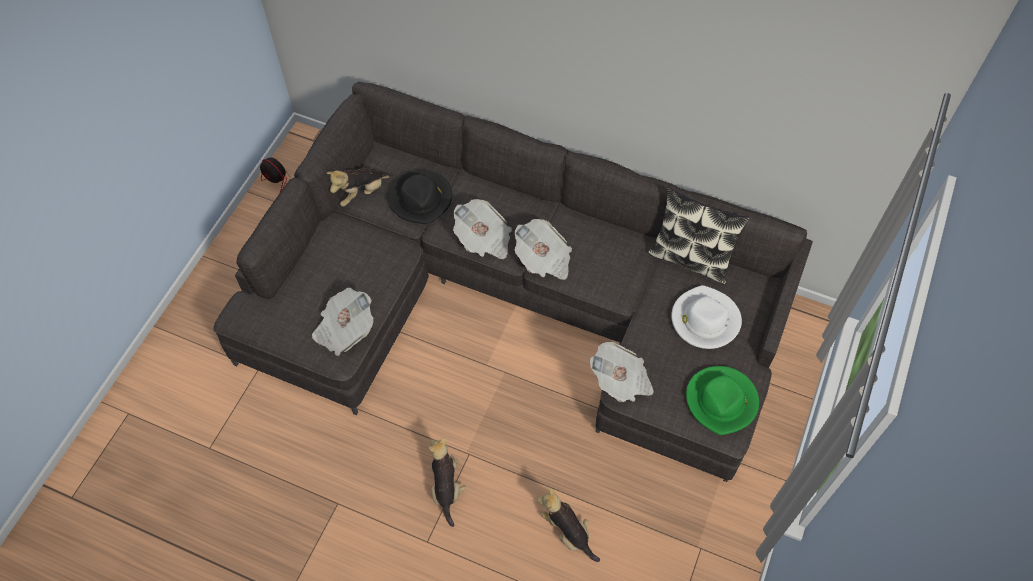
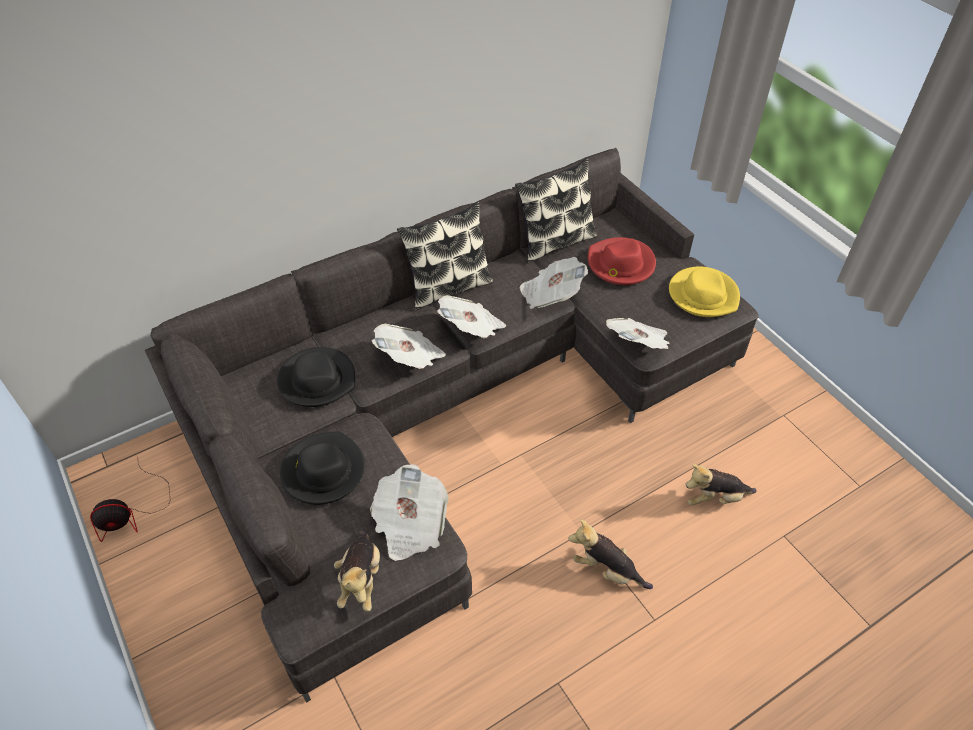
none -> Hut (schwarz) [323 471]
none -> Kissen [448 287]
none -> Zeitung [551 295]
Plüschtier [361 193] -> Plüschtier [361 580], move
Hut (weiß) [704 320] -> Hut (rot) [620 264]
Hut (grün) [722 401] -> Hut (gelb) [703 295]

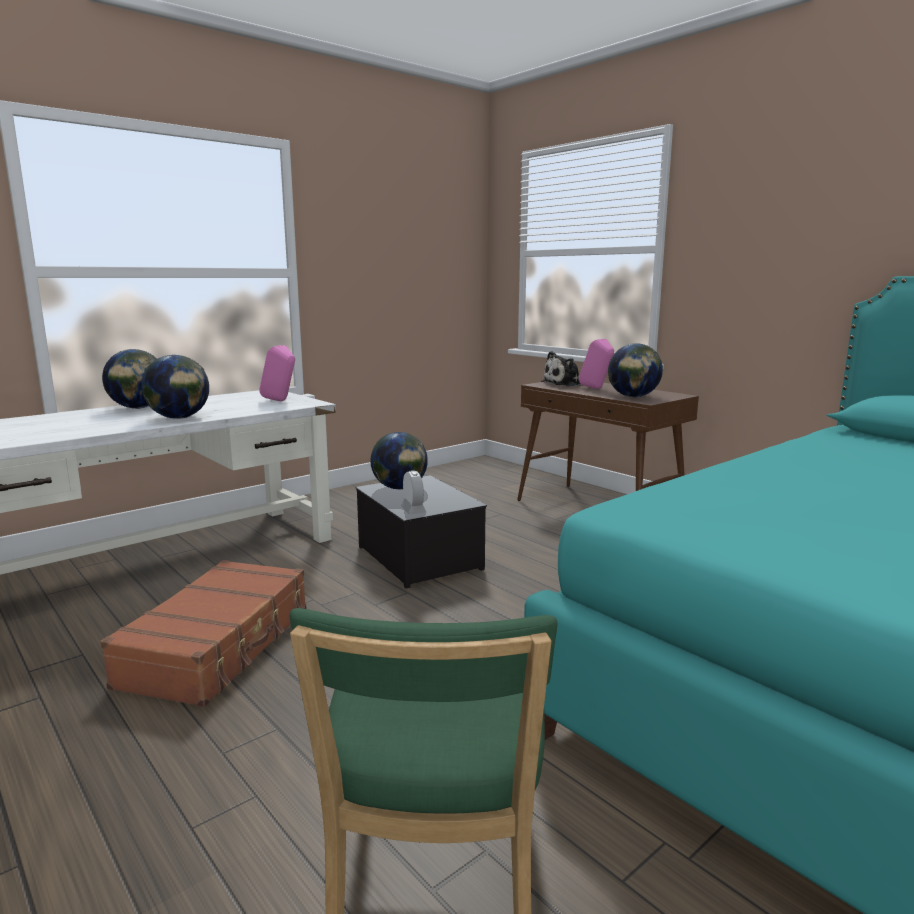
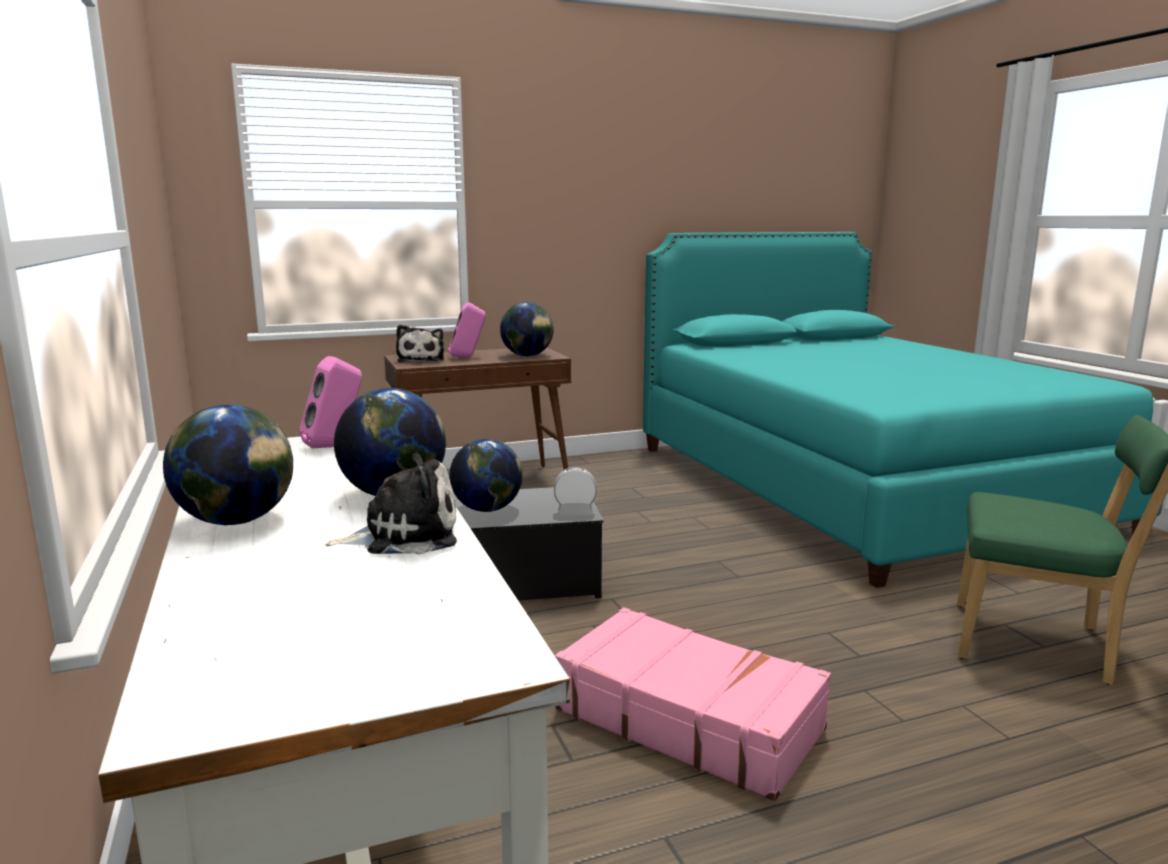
none -> Plüschtier [404 535]
Koffer (braun) [219 646] -> Koffer (rosa) [688 718]

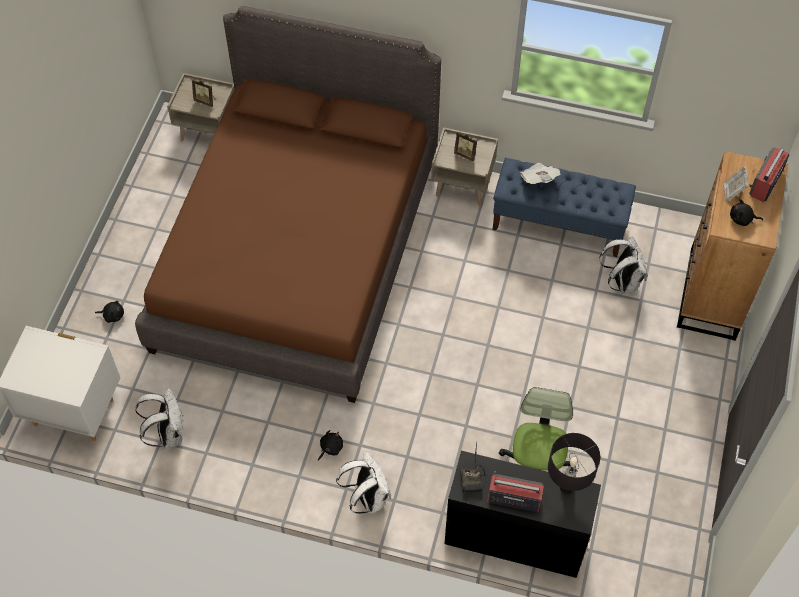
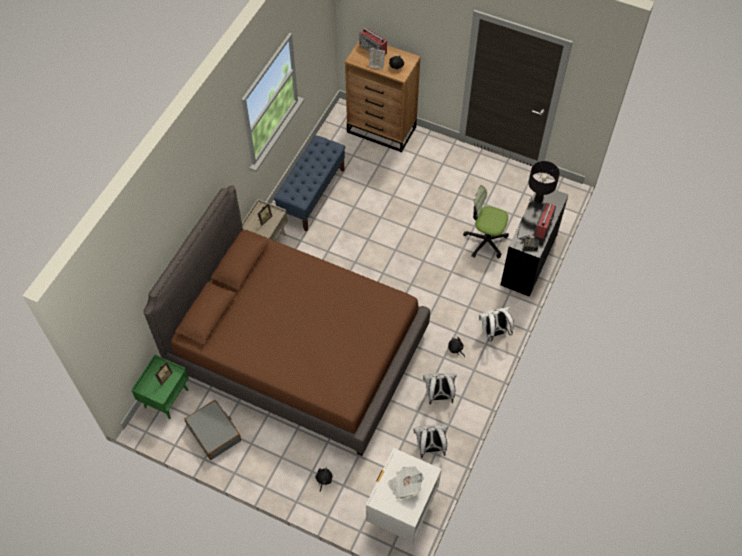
none -> Koffer (grau) [214 433]
Zeitung [539 179] -> Zeitung [405 485], move
Rucksack (weiß) [622 282] -> Rucksack (weiß) [439 396], move
Nachttisch (beige) [209 131] -> Nachttisch (grün) [166 398]

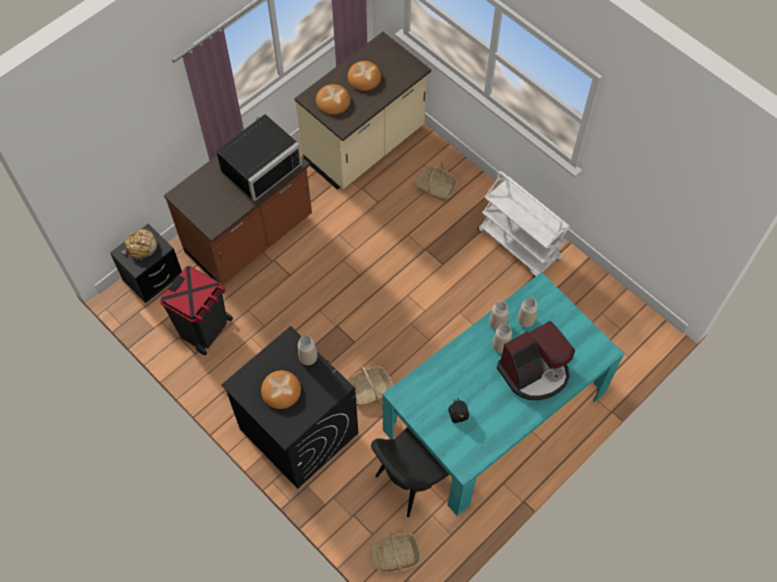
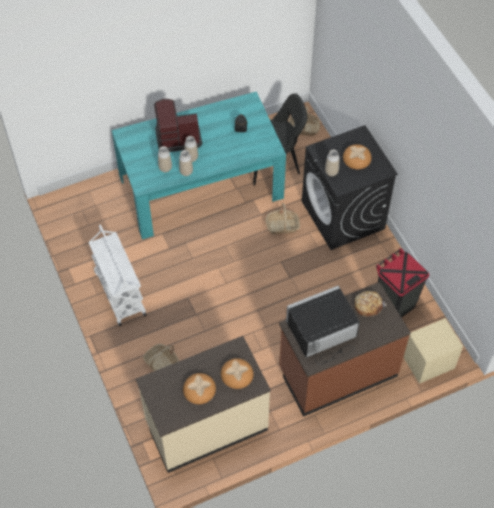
Brot [142 247] -> Brot [368 305], move
Nachttisch (schwarz) [152 277] -> Nachttisch (beige) [428 362]

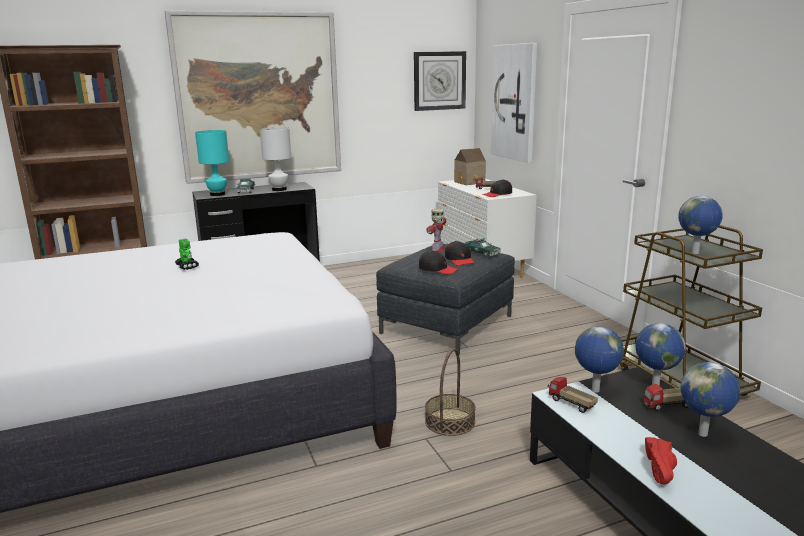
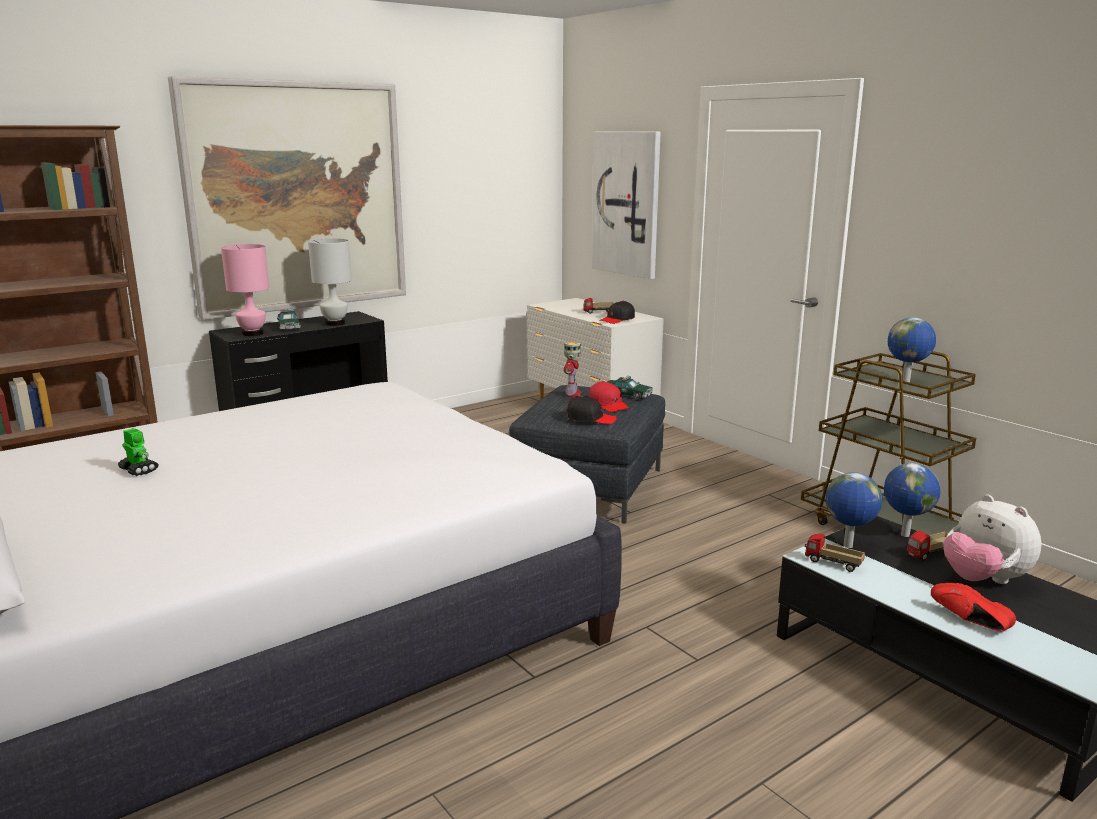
Wanduhr [439 81] -> none
Korb [449 421] -> none
Spielzeughaus [470 182] -> none
Spielzeugroboter [187 266] -> Spielzeugroboter [138 470], move
Globus [704 434] -> Plüschtier [983 580]
Tischlampe (türkis) [217 194] -> Tischlampe (rosa) [252 333]
Kappe (schwarz) [459 260] -> Kappe (rot) [608 405]
Schuh (rot) [663 470] -> Schuh (rot) [969 622], 135 degrees clockwise

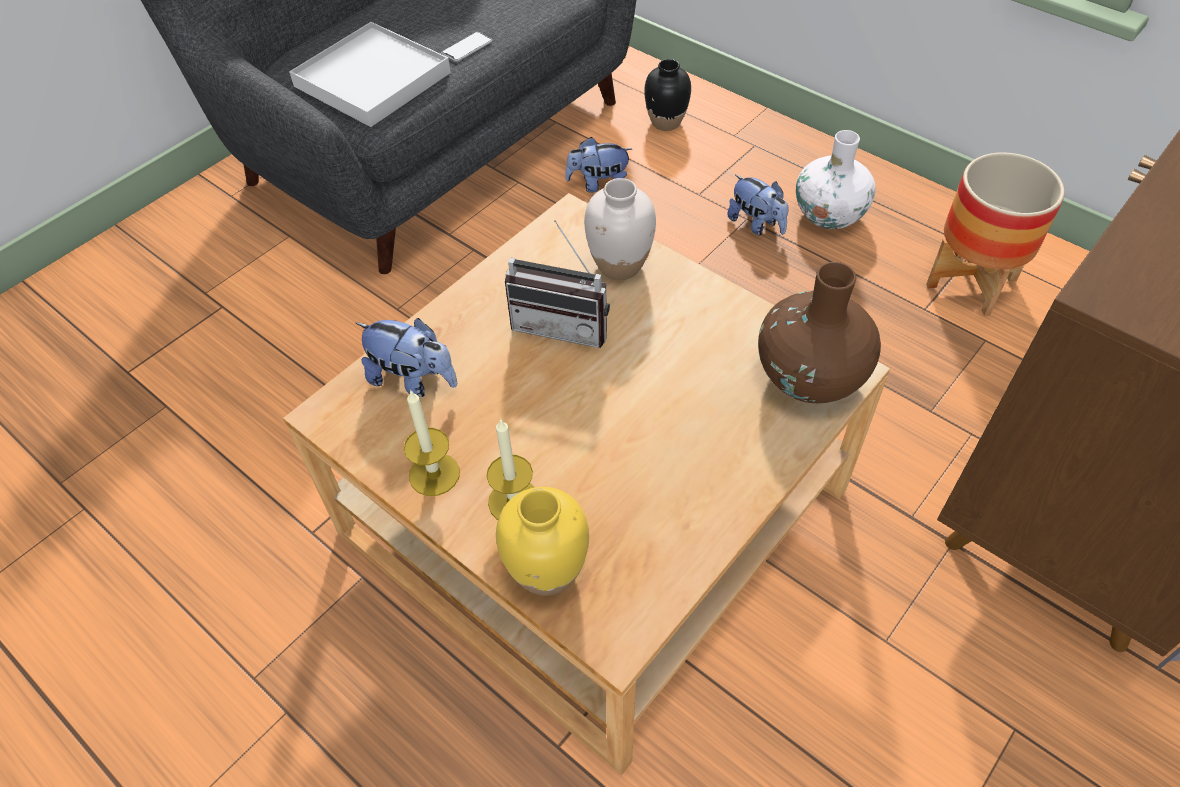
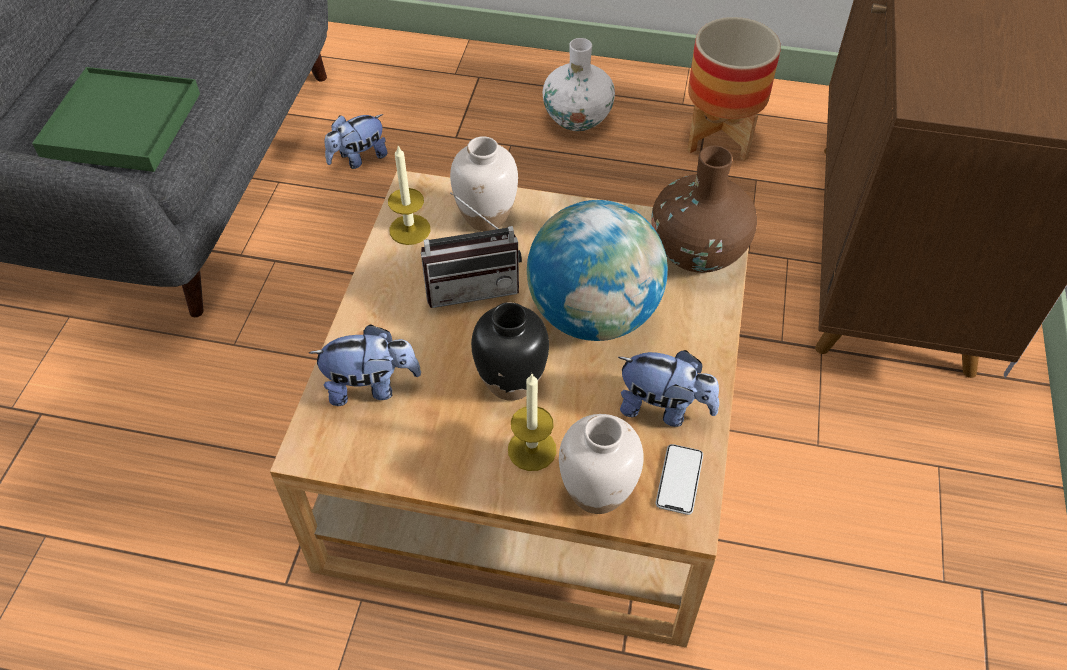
none -> Globus [593 315]
Kerze [434 474] -> Kerze [409 229], move
Handy [467 48] -> Handy [679 480], move
Vase (schwarz) [665 122] -> Vase (schwarz) [511 382], move
Plüschtier [756 224] -> Plüschtier [664 408], move
Tablett (weiß) [372 80] -> Tablett (grün) [121 125]
Vase (gelb) [546 572] -> Vase (weiß) [597 493]

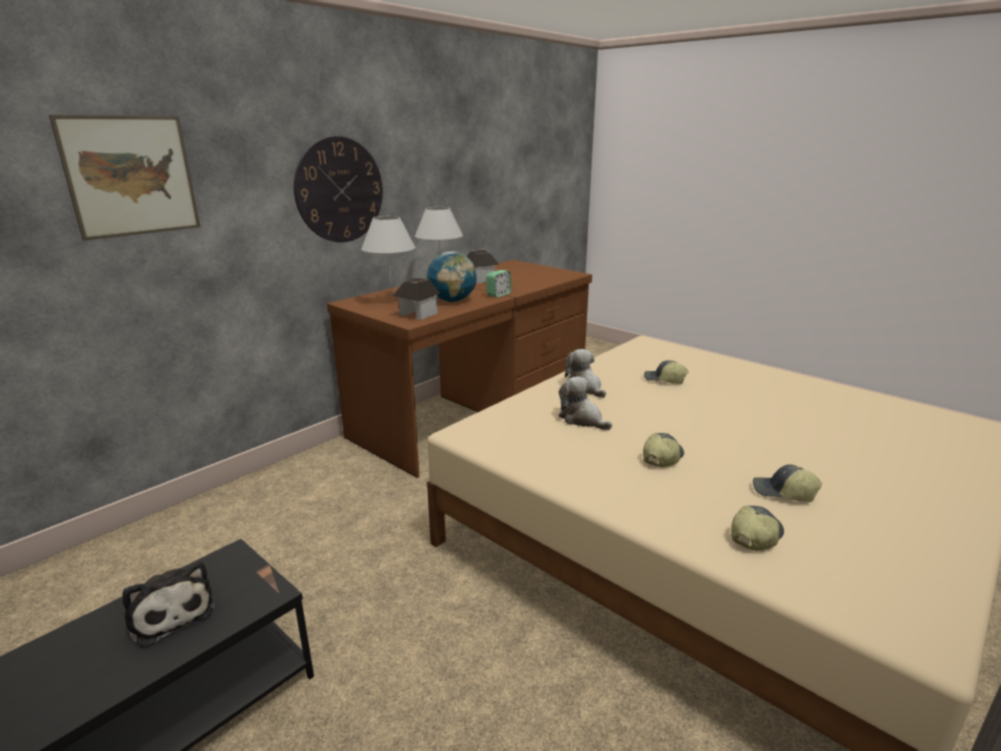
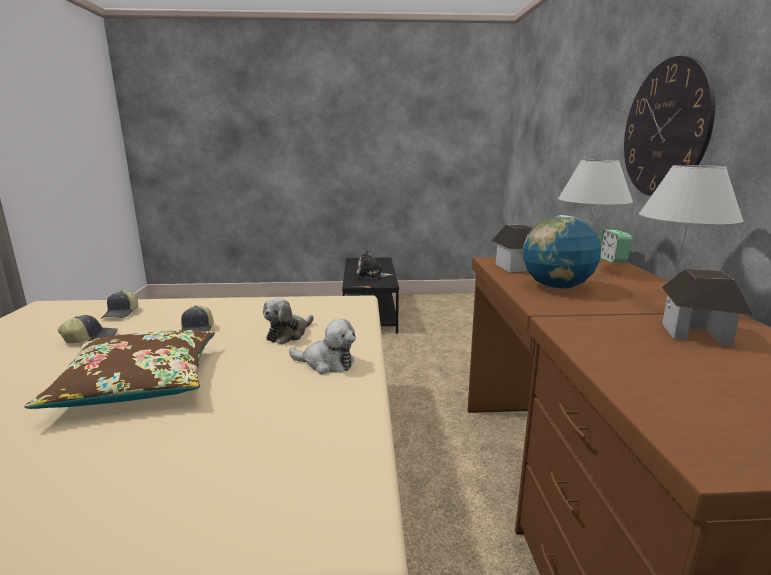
Bild [131 176] -> none
Kappe [664 380] -> none
none -> Kissen (braun) [139 383]
Wecker [498 294] -> Wecker [612 260], move
Plüschtier [582 419] -> Plüschtier [288 334], 120 degrees clockwise

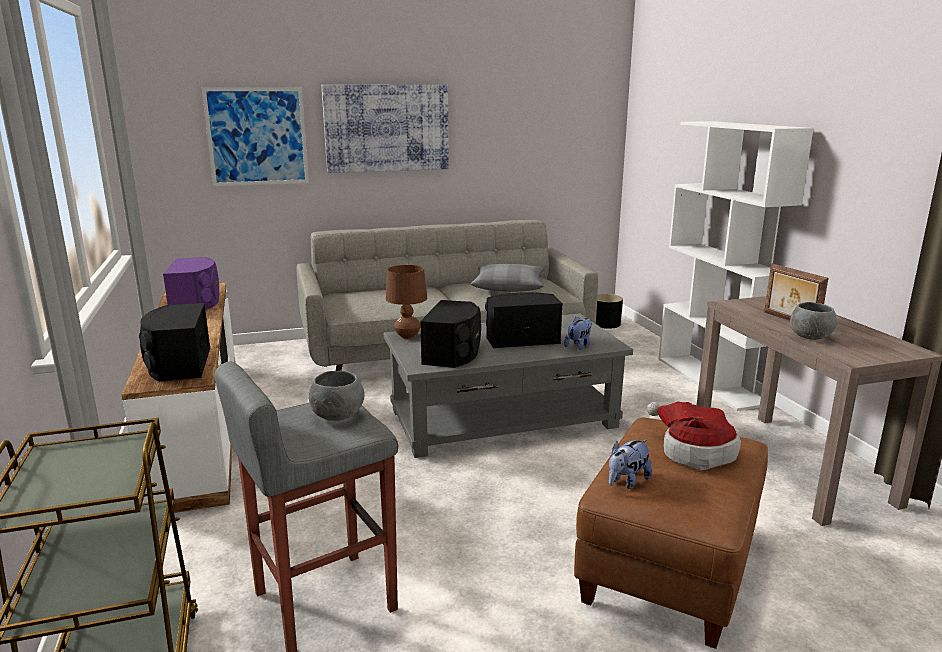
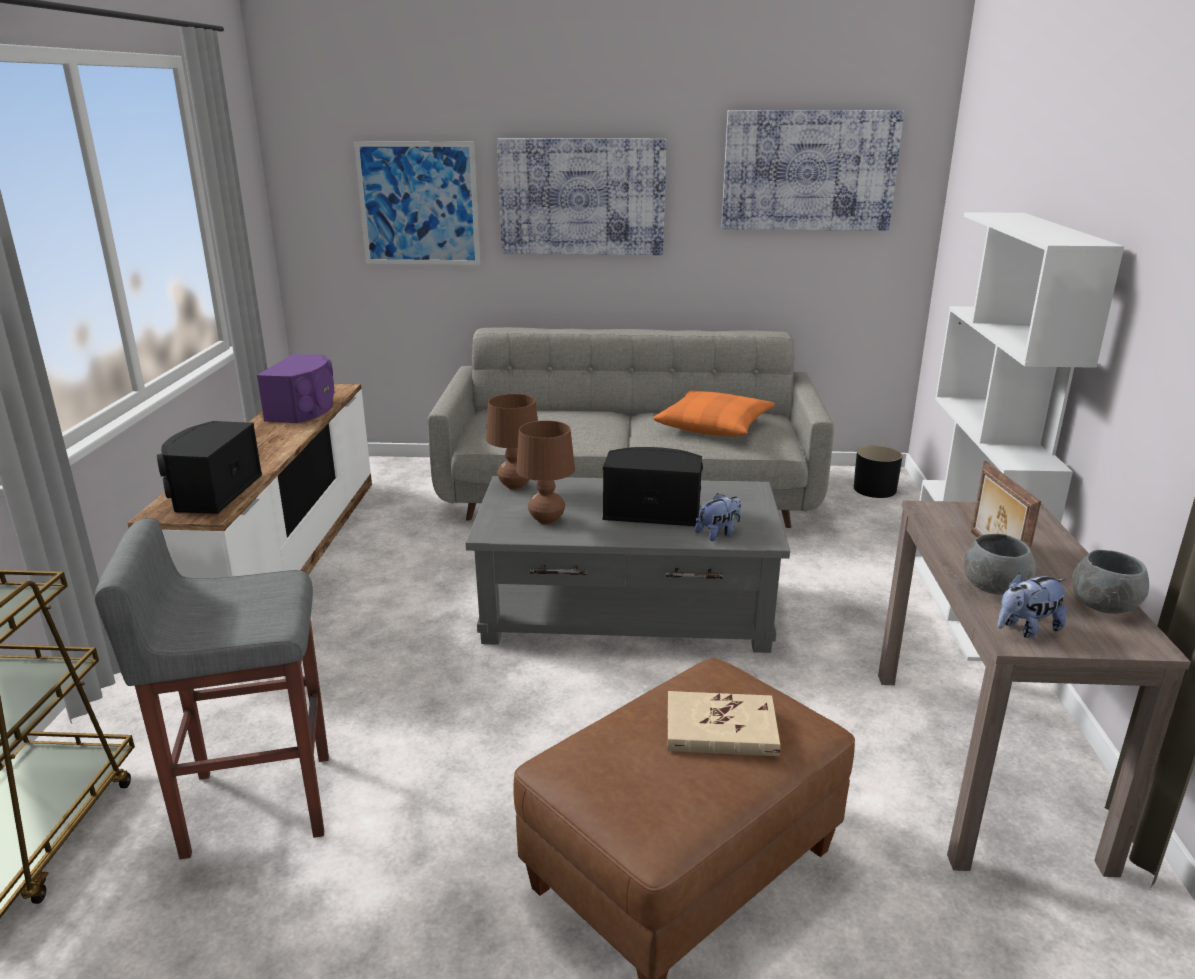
none -> Bild [808 170]
Schüssel (grau) [337 416] -> Schüssel (grau) [1103 606], move
Plüschtier [627 481] -> Plüschtier [1026 629], move
Lautsprecher (schwarz) [453 353] -> Tischlampe (braun) [546 520]
Hut [693 452] -> Buch (beige) [721 729]
Kissen (grau) [508 286] -> Kissen (orange) [714 425]

